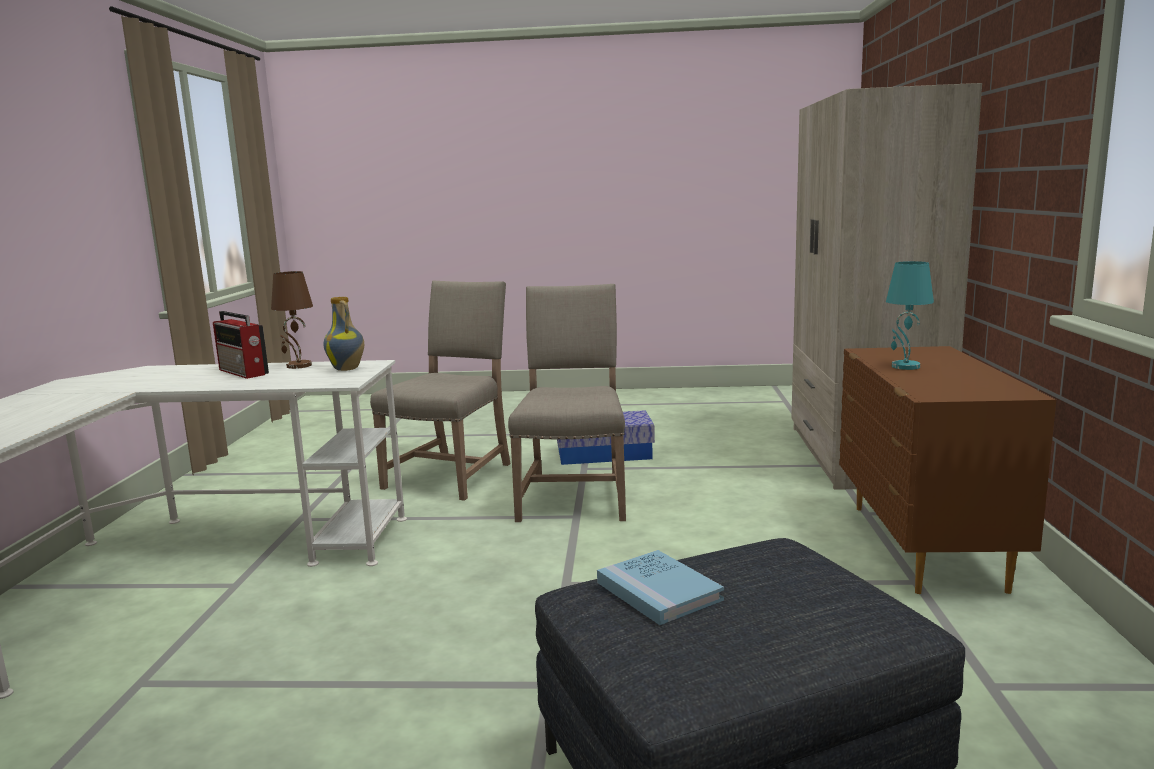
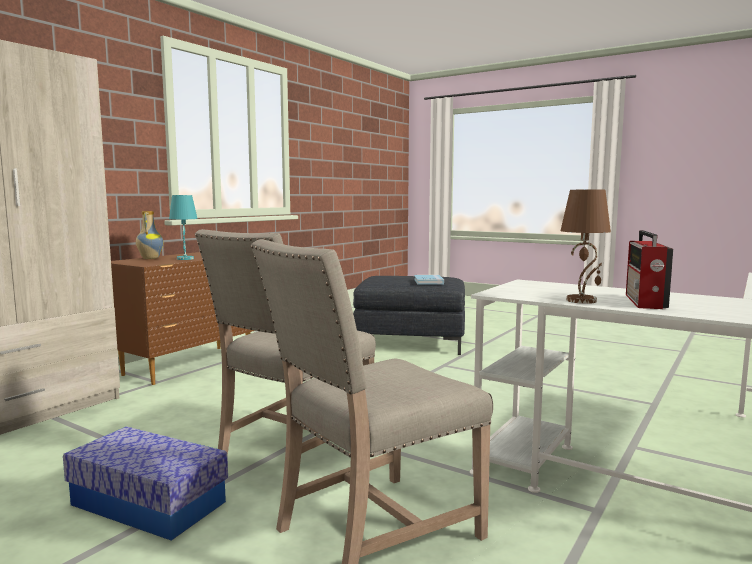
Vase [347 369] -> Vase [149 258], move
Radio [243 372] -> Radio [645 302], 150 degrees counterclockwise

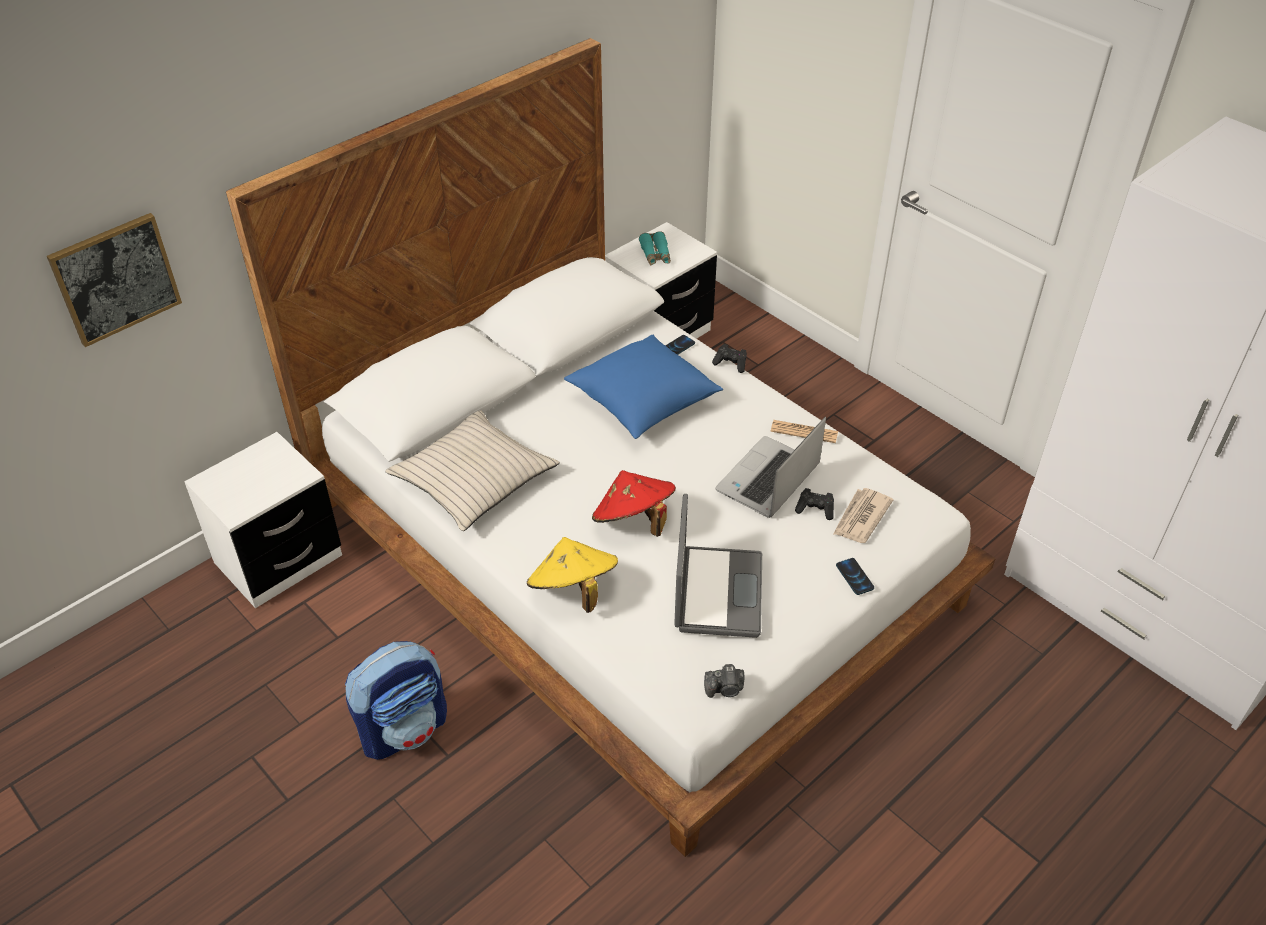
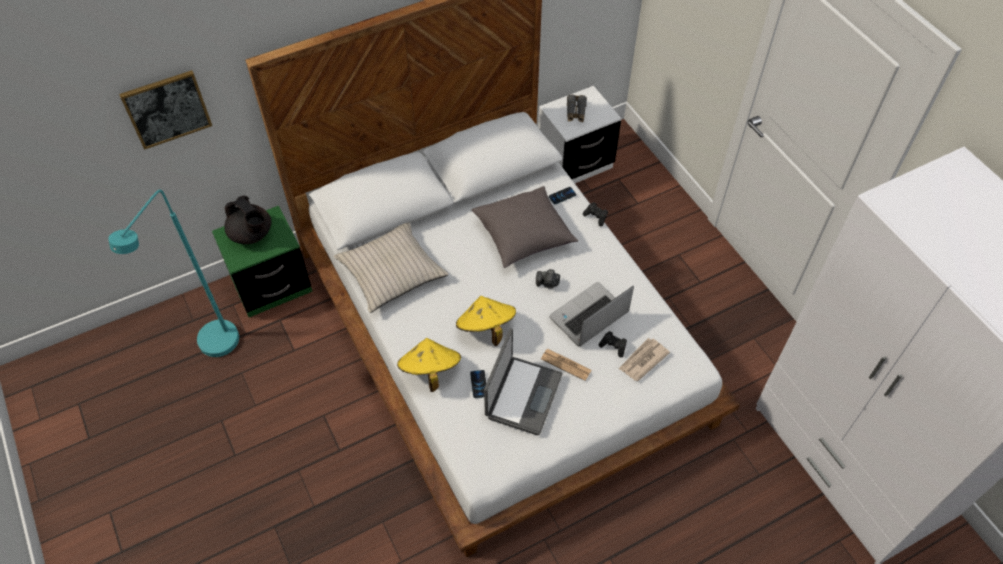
Rucksack [404 728] -> none
none -> Stehlampe (türkis) [214 350]
none -> Teekanne (schwarz) [252 234]
Kamera [725 689] -> Kamera [548 283], move
Zeitung [804 432] -> Zeitung [566 364], move
Handy [854 577] -> Handy [478 384], move
Nachttisch (weiß) [279 560] -> Nachttisch (grün) [272 285]
Kissen (blau) [643 403] -> Kissen (grau) [524 236]
Hut (rot) [633 522] -> Hut (gelb) [486 328]
Fernglas (türkis) [655 254] -> Fernglas (grau) [575 112]

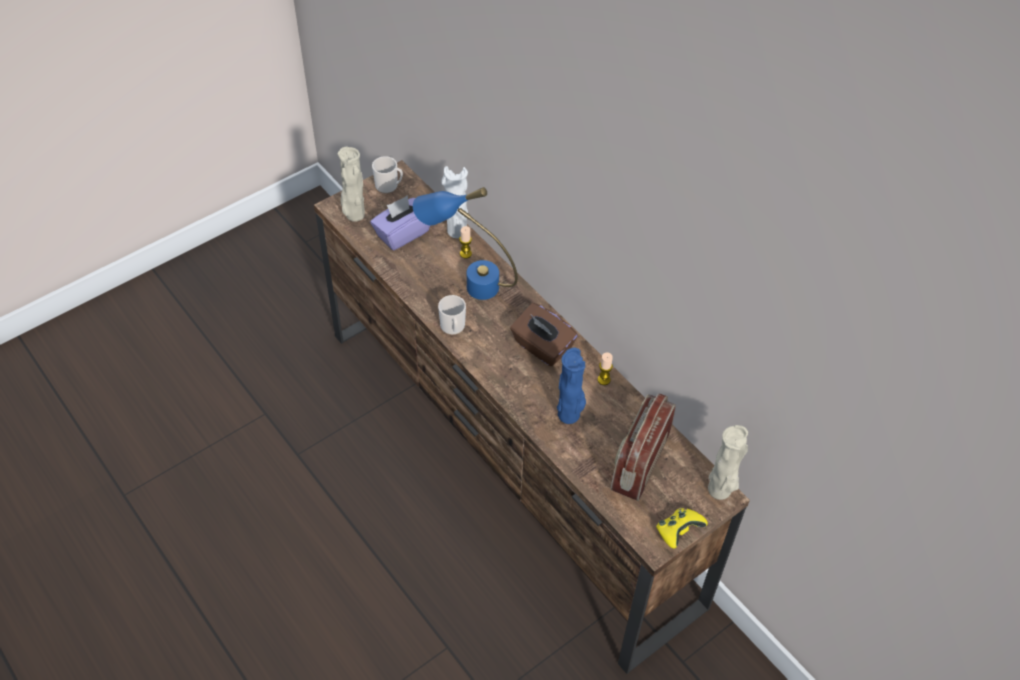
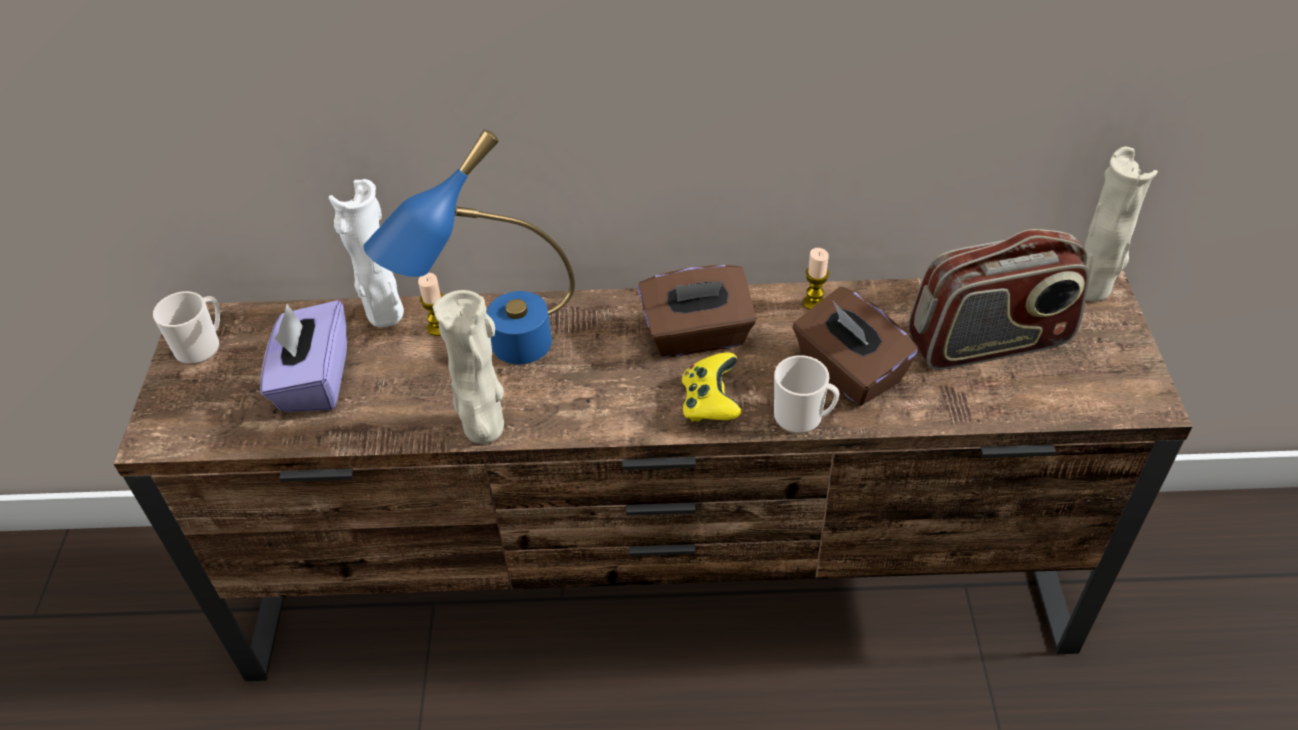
Vase (beige) [354 215] -> Vase (beige) [484 431], move
Henkelbecher [453 328] -> Henkelbecher [803 417], move
Gamepad (gelb) [678 532] -> Gamepad (gelb) [710 403], move
Vase (blau) [570 415] -> Taschentuchbox (braun) [848 371]
Radio [639 463] -> Radio [989 342], 75 degrees counterclockwise

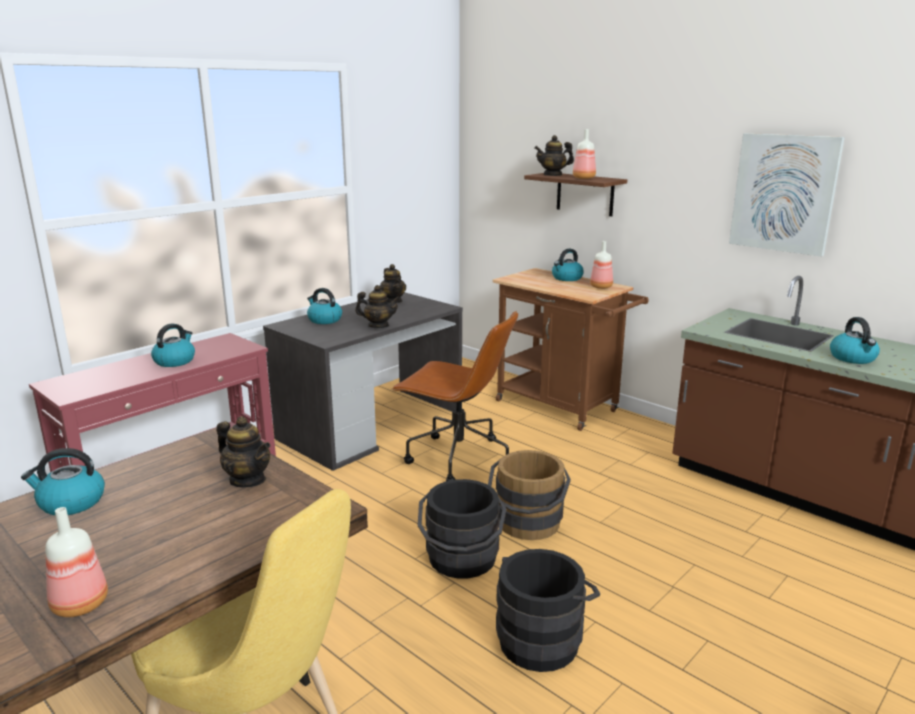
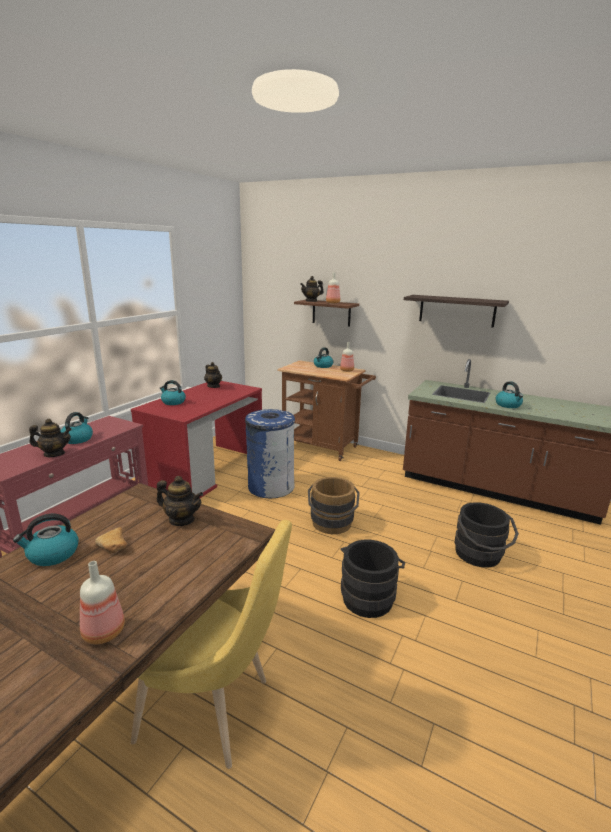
none -> Brot [114 547]
Teekanne [378 326] -> Teekanne [54 454], move
Eimer (schwarz) [461 562] -> Eimer (schwarz) [480 556], move
Bürostuhl (braun) [457 458] -> Mülleimer (blau) [271 487]
Bild [784 193] -> Wandregal [456 310]
Schreibtisch (grau) [371 425] -> Schreibtisch (rot) [205 470]

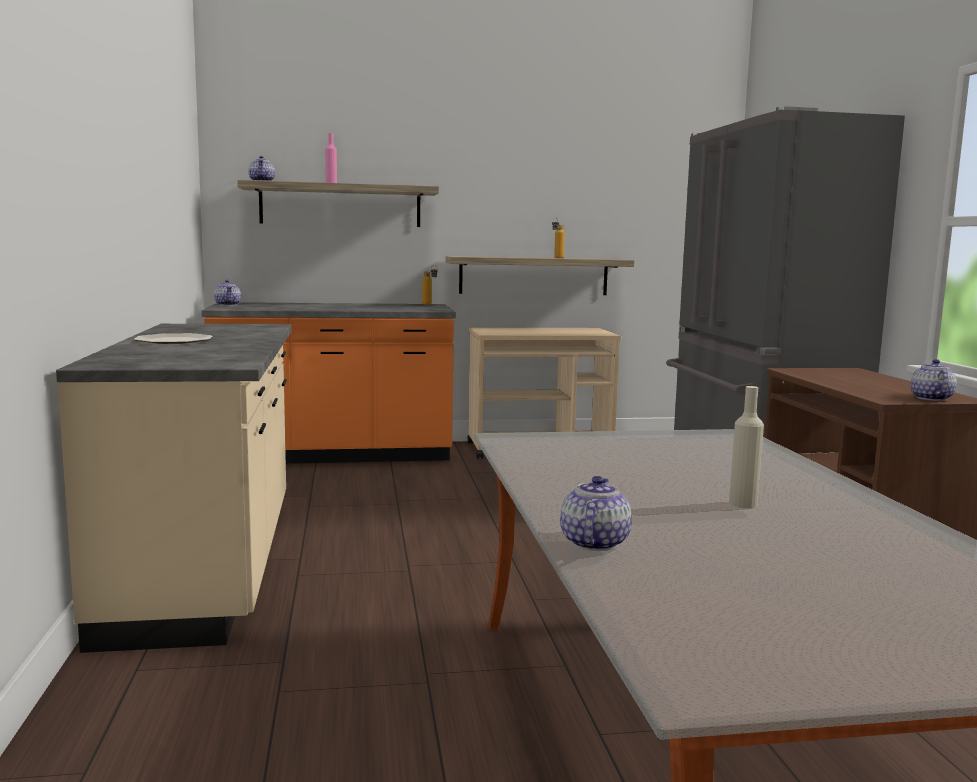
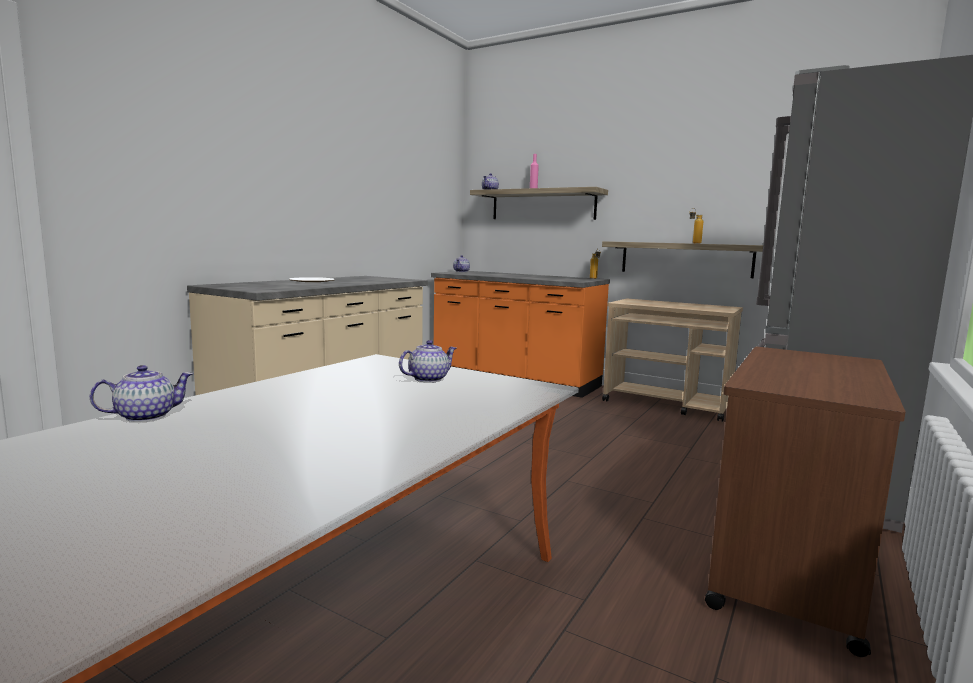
Flasche (beige) [743 504] -> none
Teekanne [930 398] -> Teekanne [428 379], move

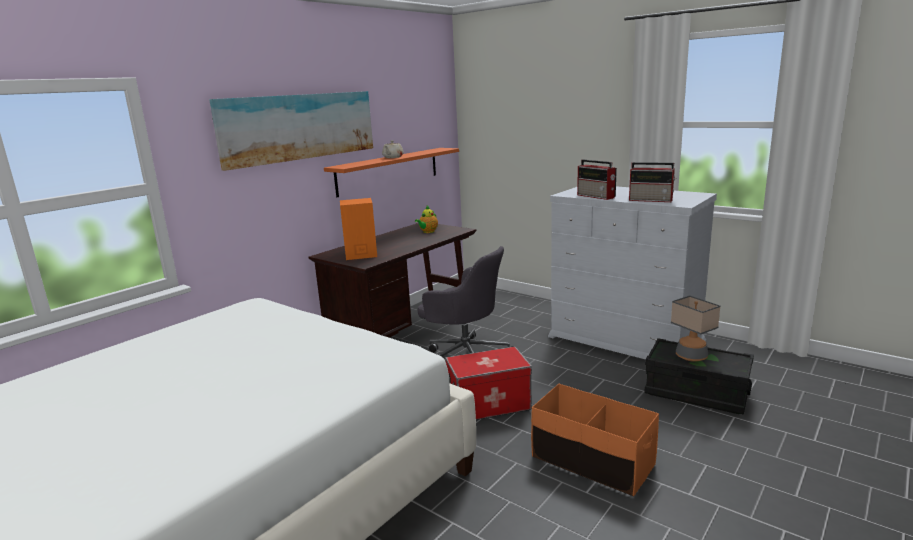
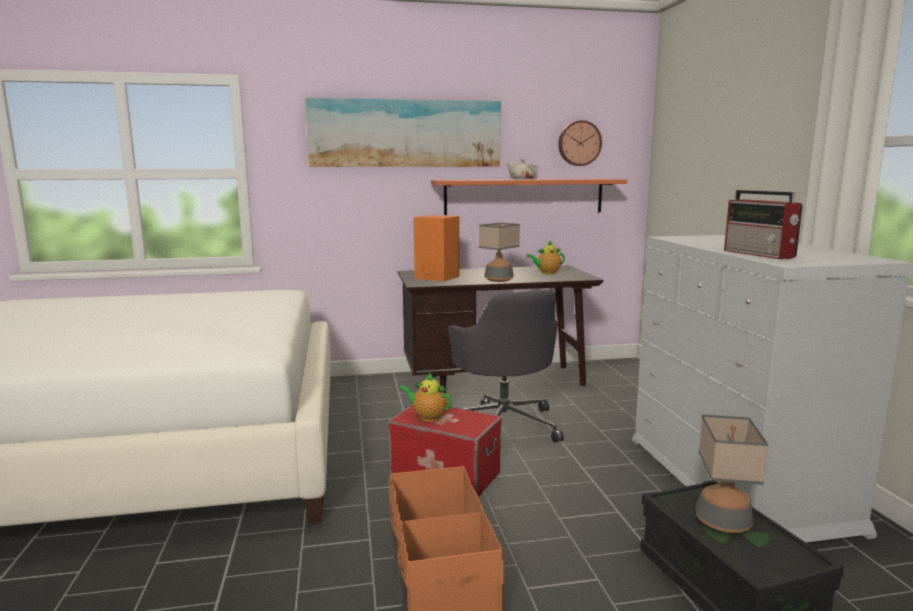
Radio [596 196] -> none
none -> Teekanne [427 417]
none -> Tischlampe [499 280]
none -> Wanduhr [579 143]

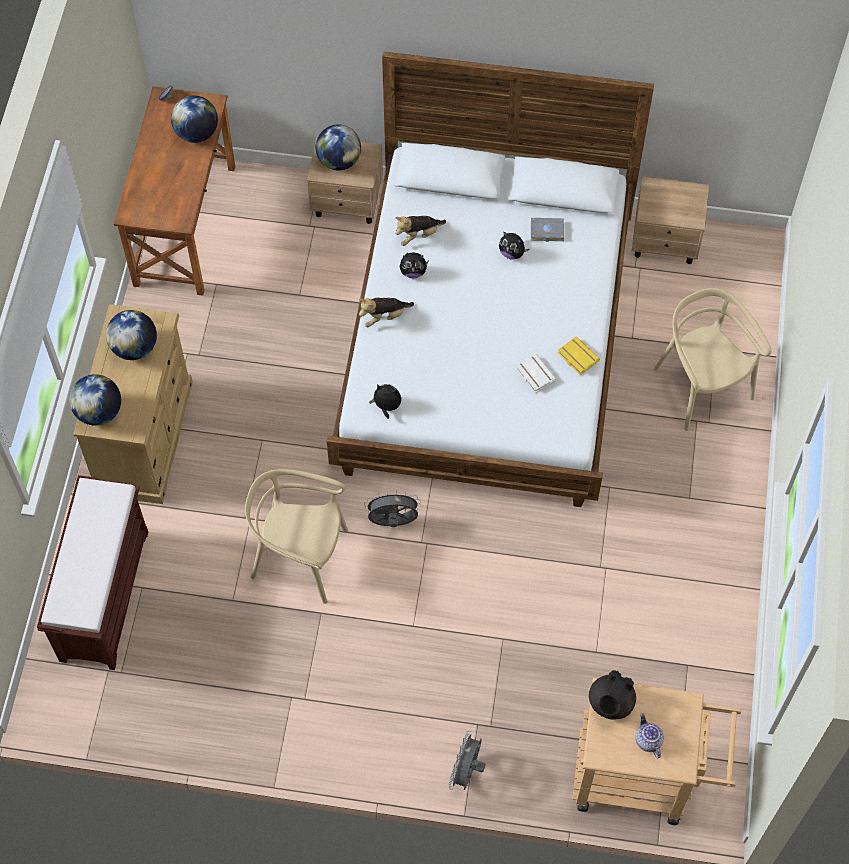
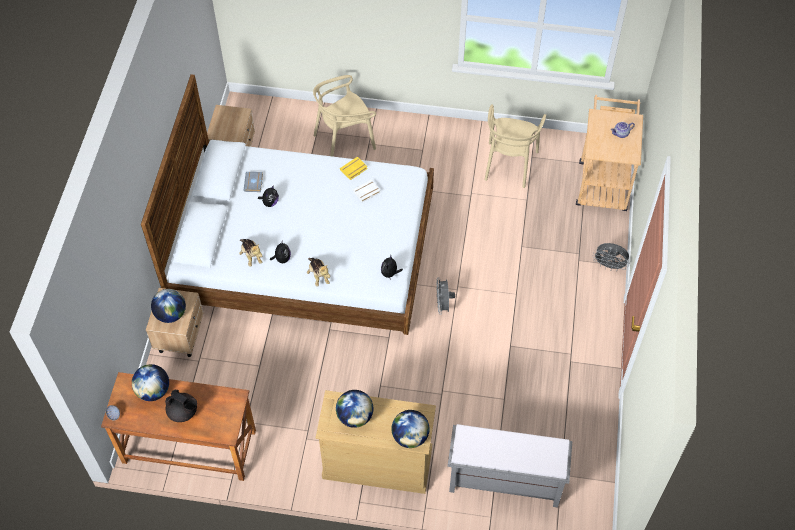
Stuhl (beige) [300 558] -> Stuhl (beige) [509 164], move
Teekanne (schwarz) [610 703] -> Teekanne (schwarz) [183 412], move
Bank (braun) [104 594] -> Bank (grau) [504 481]

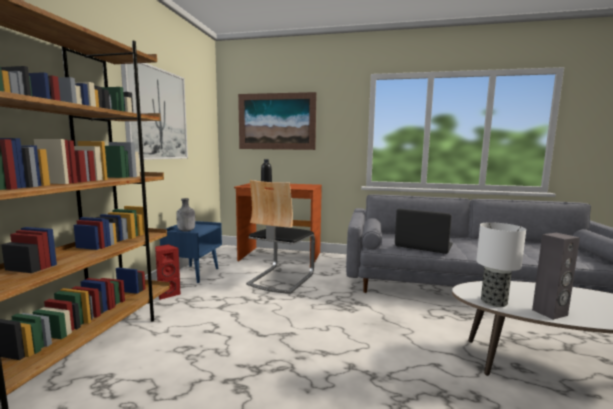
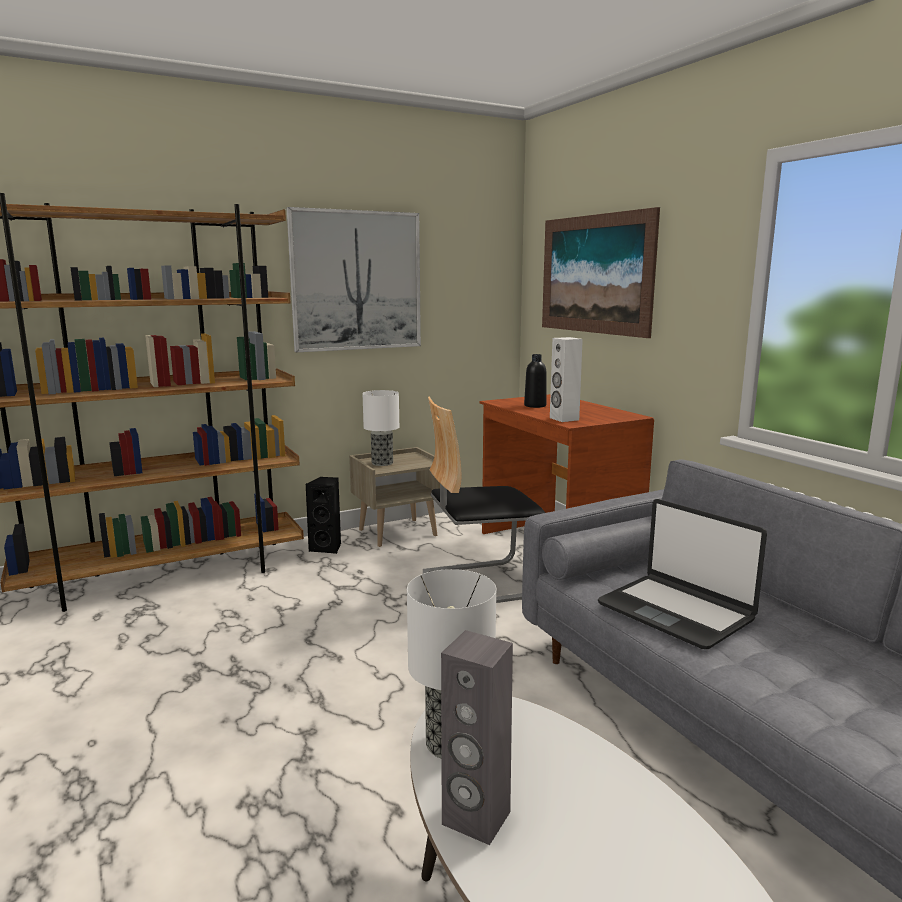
none -> Lautsprecher (weiß) [563 419]
Flasche (grau) [186 231] -> Tischlampe [382 463]
Lautsprecher (rot) [168 294] -> Lautsprecher (schwarz) [327 548]
Nachttisch (blau) [194 273] -> Nachttisch (beige) [398 532]
Laptop [423 246] -> Laptop [676 611], 150 degrees clockwise

